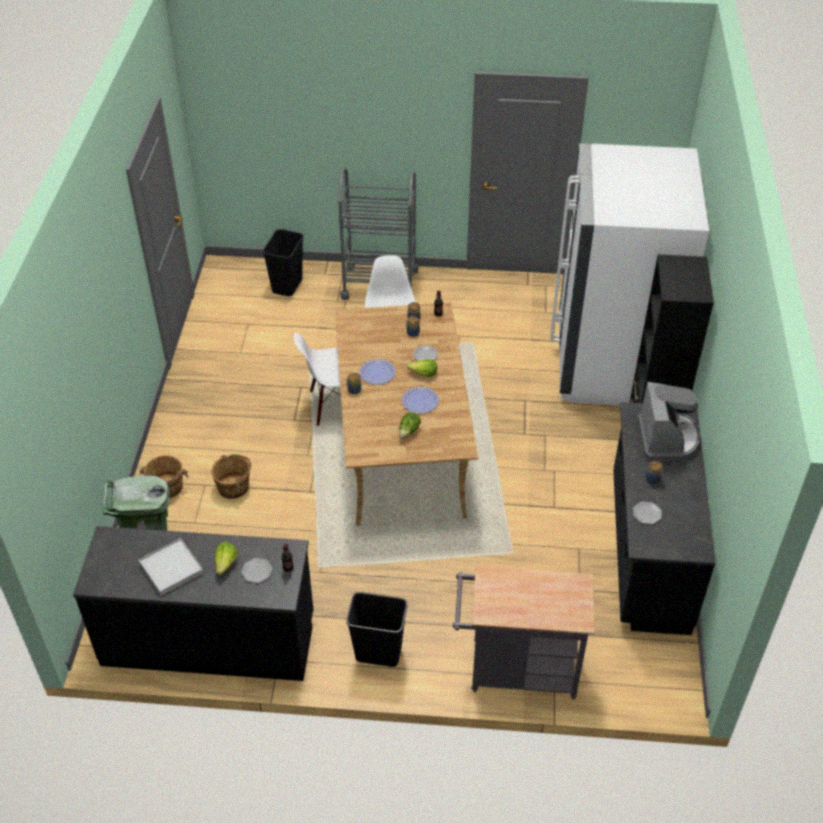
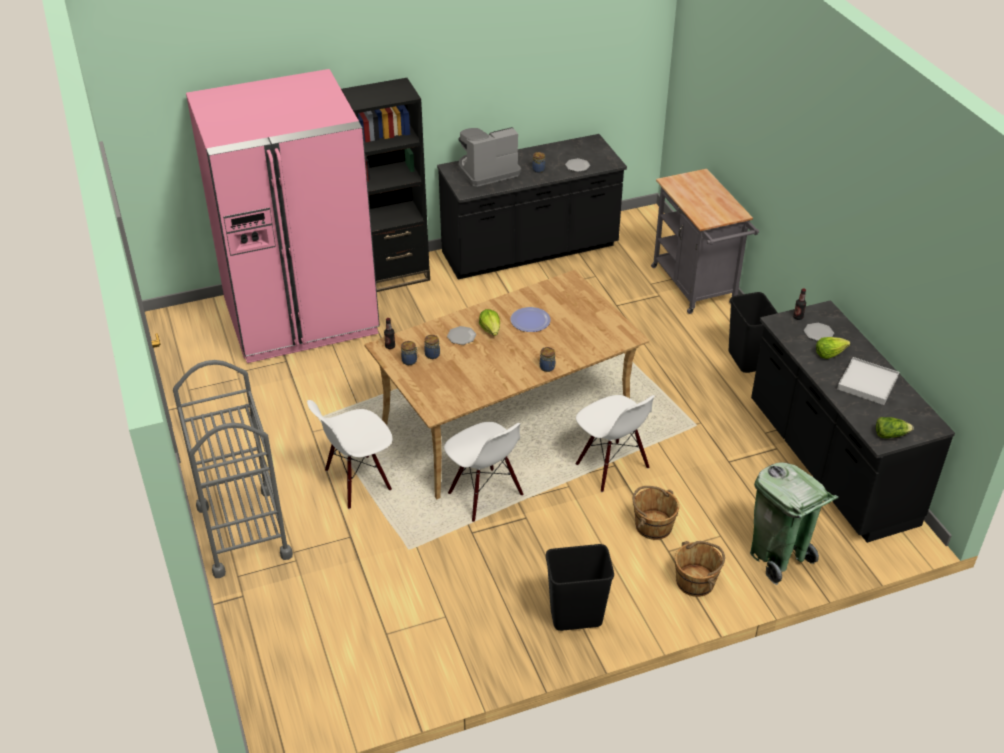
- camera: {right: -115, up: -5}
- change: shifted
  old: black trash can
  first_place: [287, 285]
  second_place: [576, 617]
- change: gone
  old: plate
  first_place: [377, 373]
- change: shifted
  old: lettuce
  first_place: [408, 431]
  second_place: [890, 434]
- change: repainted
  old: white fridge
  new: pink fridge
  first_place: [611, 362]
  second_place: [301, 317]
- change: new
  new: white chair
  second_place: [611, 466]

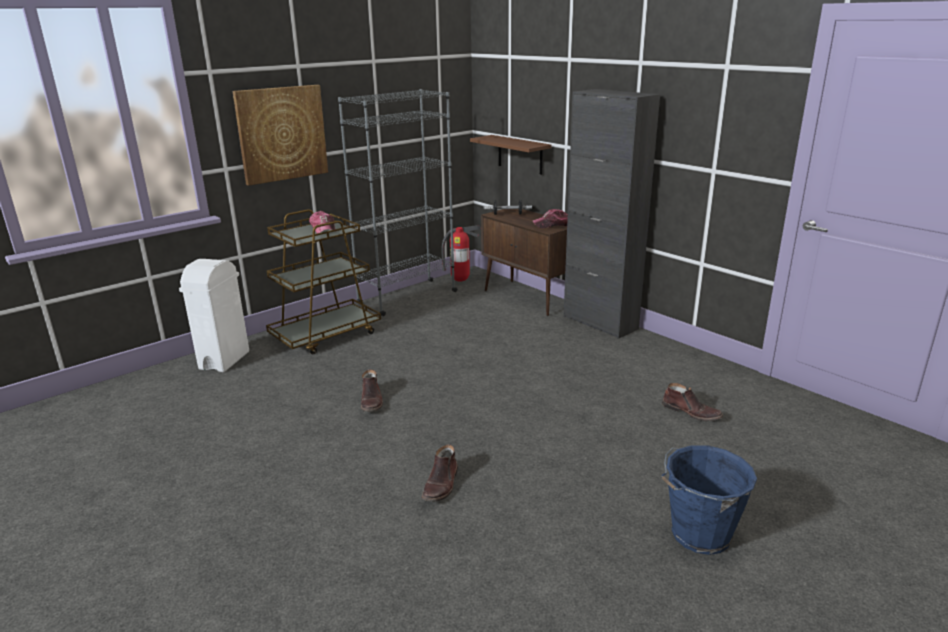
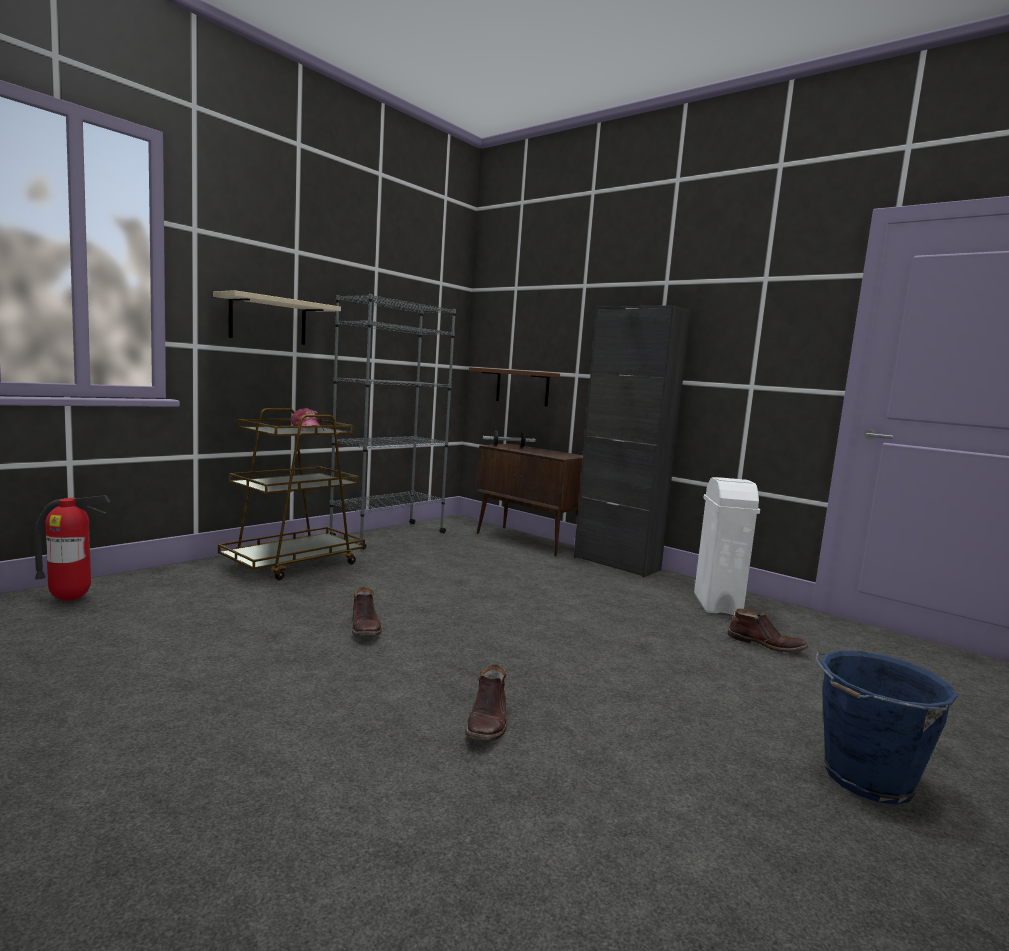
- camera: {right: -10, up: -15}
- change: shifted
  old: white trash can
  first_place: [225, 360]
  second_place: [717, 604]
- change: swapped
  old: picture
  new: beige shelf
  first_place: [282, 134]
  second_place: [268, 320]
- change: shifted
  old: fire extinguisher
  first_place: [460, 280]
  second_place: [71, 599]
- change: gone
  old: cap
  first_place: [553, 225]

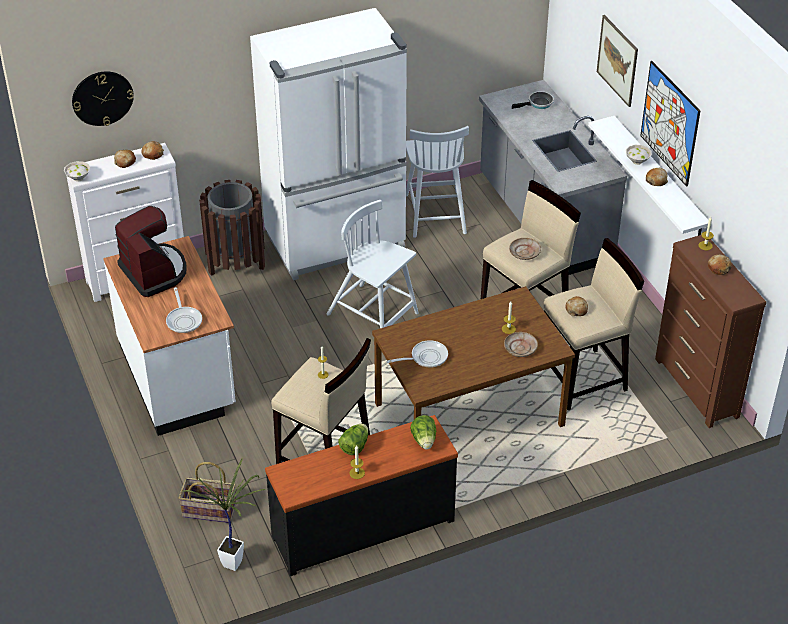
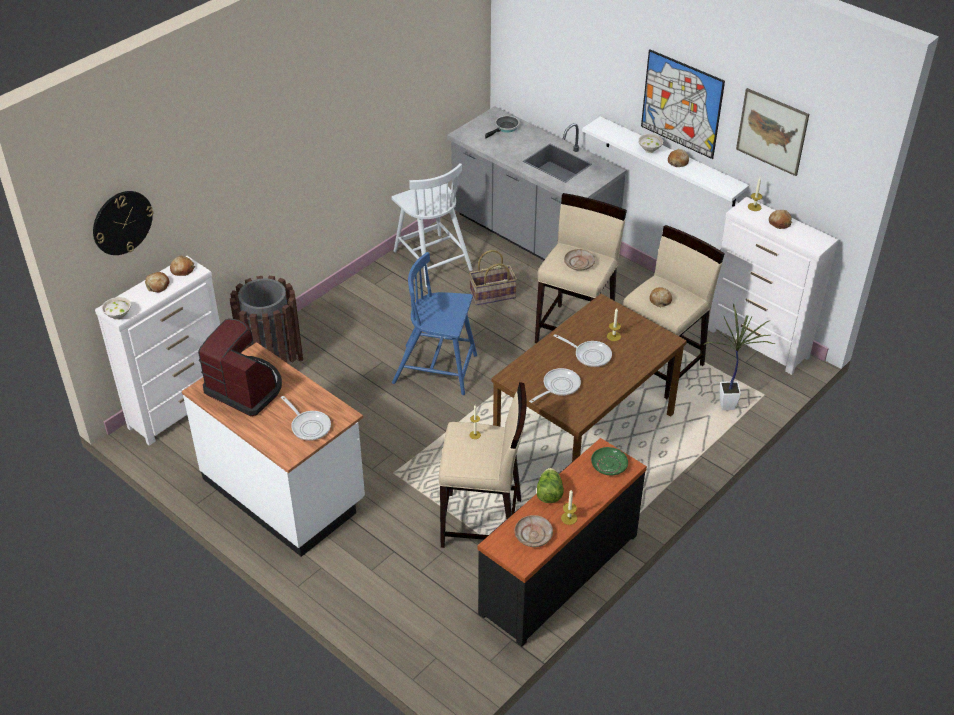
- camera: {right: -25, up: 0}
- change: shifted
  old: basket
  first_place: [209, 511]
  second_place: [492, 295]
- change: shifted
  old: potted plant
  first_place: [236, 562]
  second_place: [728, 403]
- change: gone
  old: white fridge
  first_place: [337, 243]
- change: repainted
  old: white chair
  new: blue chair
  first_place: [374, 315]
  second_place: [437, 369]
- change: swapped
  old: lettuce
  new: green plate
  first_place: [424, 440]
  second_place: [609, 465]
- change: shifted
  old: beige plate
  first_place: [520, 348]
  second_place: [533, 535]
- change: shifted
  old: picture
  first_place: [617, 60]
  second_place: [772, 131]
- change: repainted
  old: brown dresser
  new: white dresser
  first_place: [696, 388]
  second_place: [758, 344]
- change: new
  new: frying pan
  second_place: [590, 355]

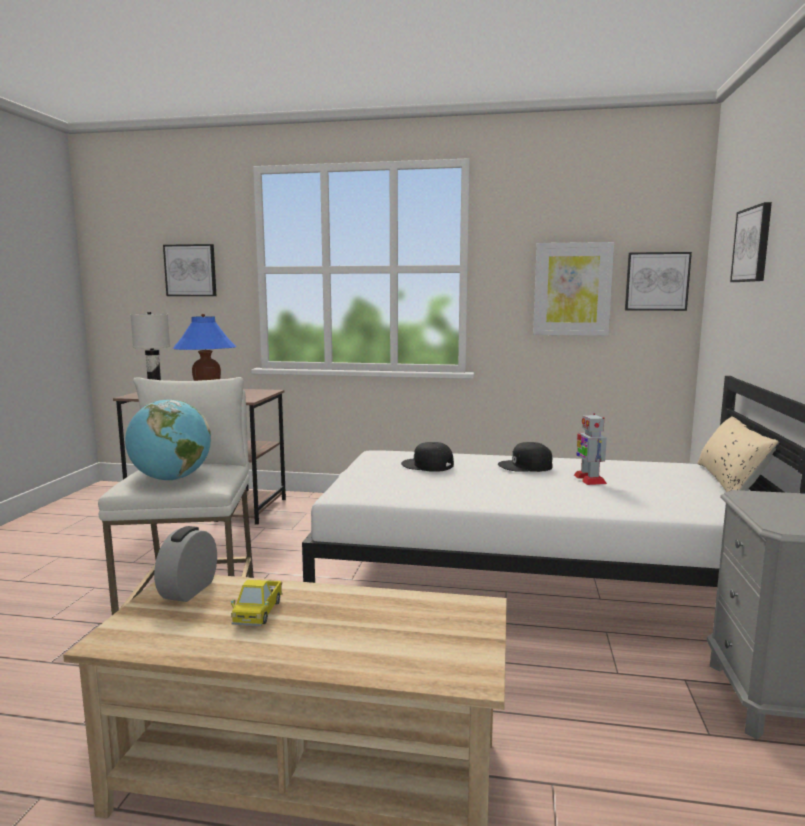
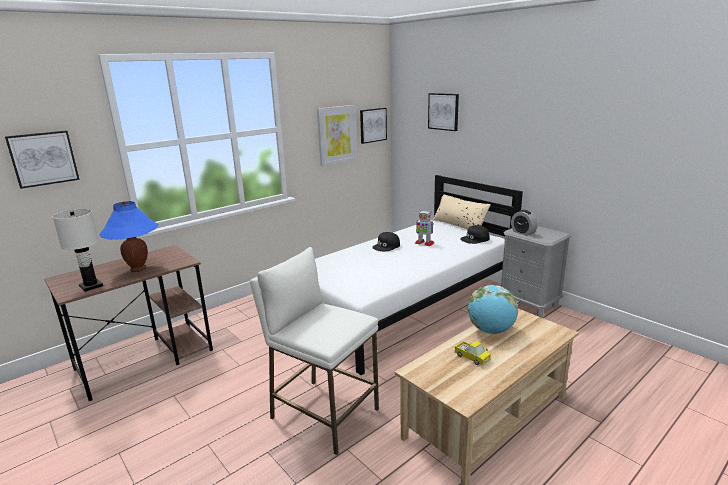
- camera: {right: -50, up: 10}
- change: shifted
  old: globe
  first_place: [171, 479]
  second_place: [491, 331]
- change: shifted
  old: alarm clock
  first_place: [189, 590]
  second_place: [523, 232]
- change: shifted
  old: black cap
  first_place: [427, 465]
  second_place: [475, 239]

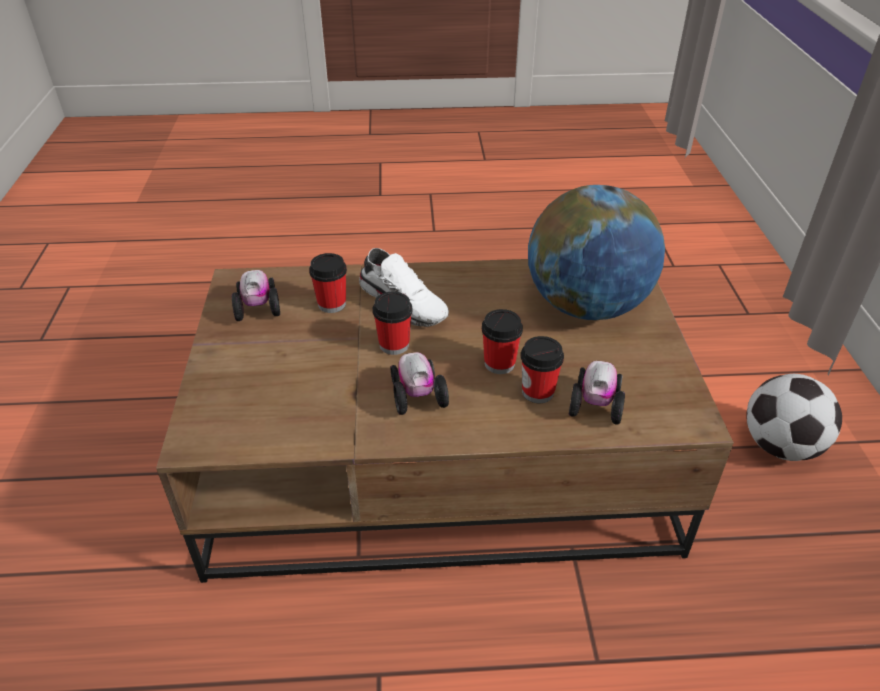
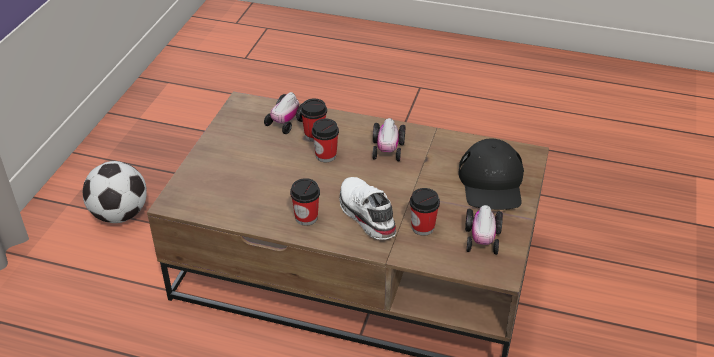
- camera: {right: -160, up: 0}
- change: shifted
  old: cup
  first_place: [394, 345]
  second_place: [306, 217]
- change: gone
  old: globe
  first_place: [586, 306]
- change: new
  new: black cap
  second_place: [491, 183]

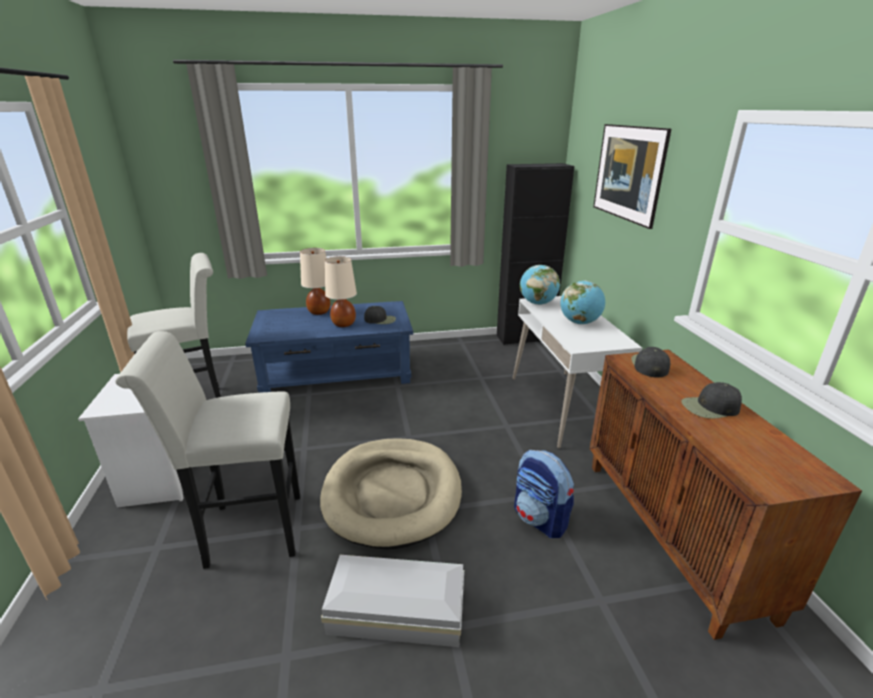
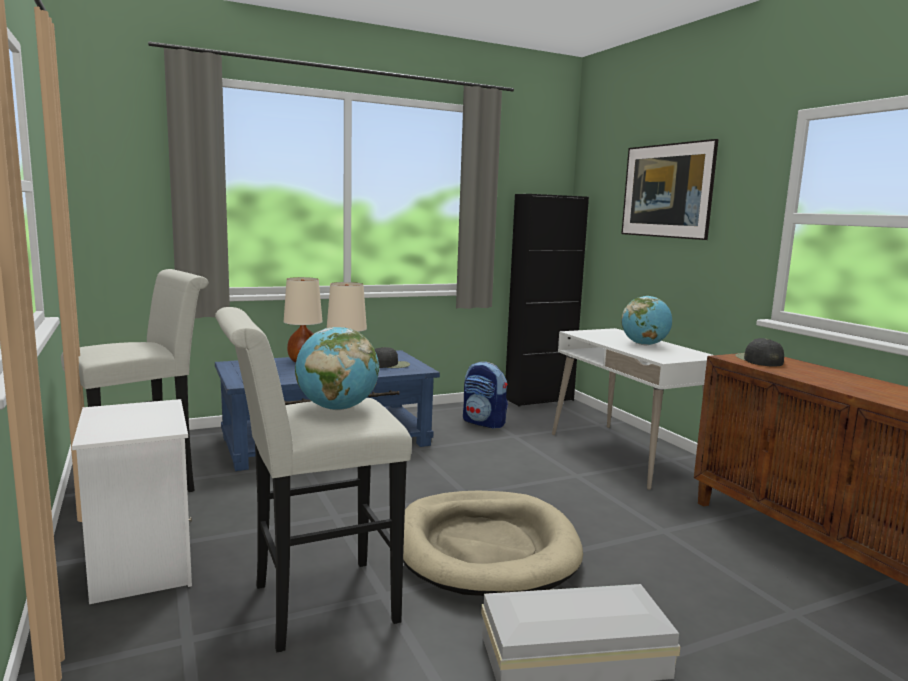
- camera: {right: -15, up: -15}
- change: shifted
  old: backpack
  first_place: [540, 519]
  second_place: [484, 423]
- change: shifted
  old: globe
  first_place: [537, 303]
  second_place: [337, 408]
- change: gone
  old: black cap
  first_place: [710, 407]

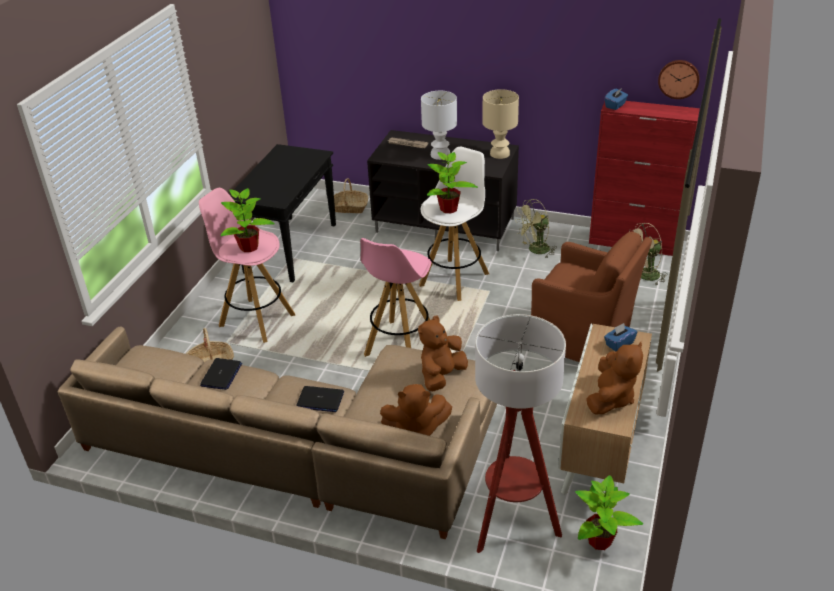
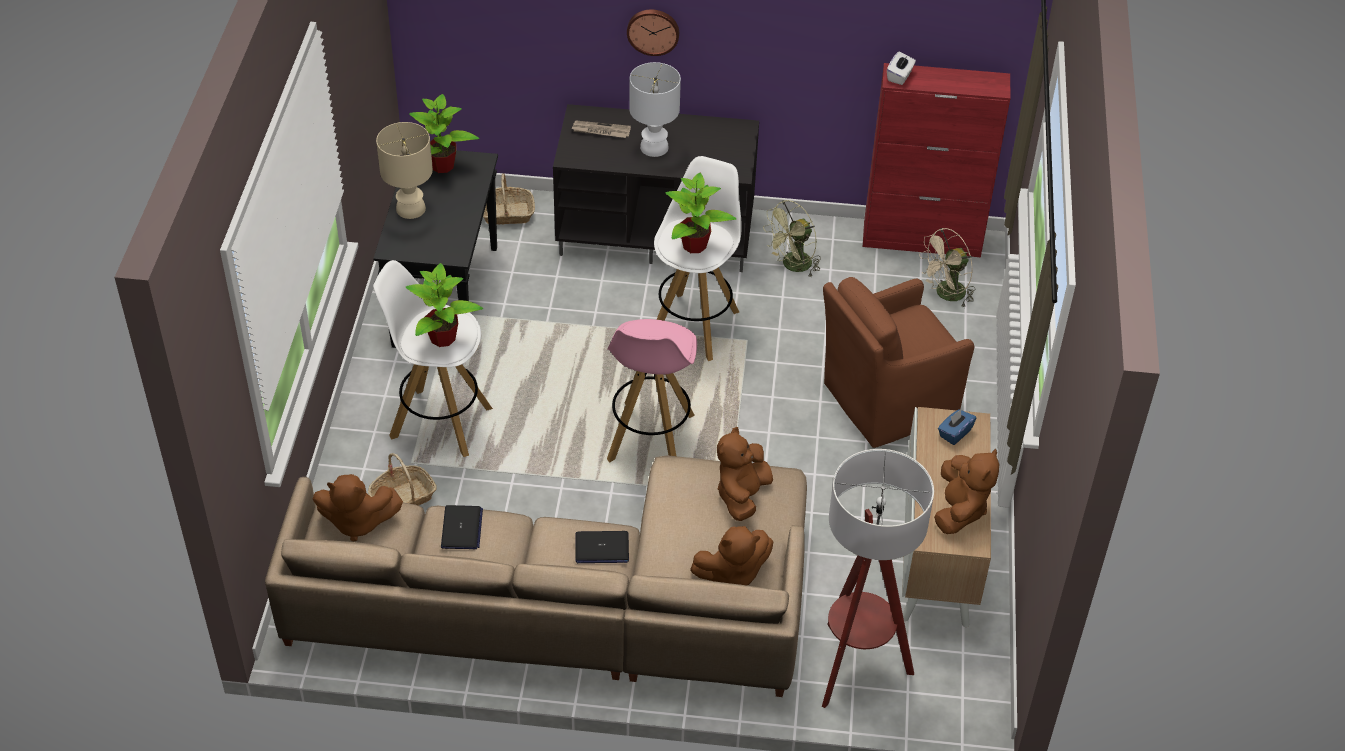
- camera: {right: -15, up: 10}
- change: repainted
  old: pink stool
  new: white stool
  first_place: [256, 320]
  second_place: [440, 422]
- change: shifted
  old: beige table lamp
  first_place: [499, 154]
  second_place: [410, 209]
- change: rotated
  old: brown armchair
  first_place: [583, 338]
  second_place: [886, 401]
  degrees: 135
- change: shifted
  old: potted plant
  first_place: [600, 541]
  second_place: [442, 166]
- change: repainted
  old: blue tissue box
  new: white tissue box
  first_place: [615, 105]
  second_place: [900, 76]
- change: shifted
  old: wall clock
  first_place: [678, 78]
  second_place: [653, 30]
- change: new
  new: brown plush toy
  second_place: [357, 522]

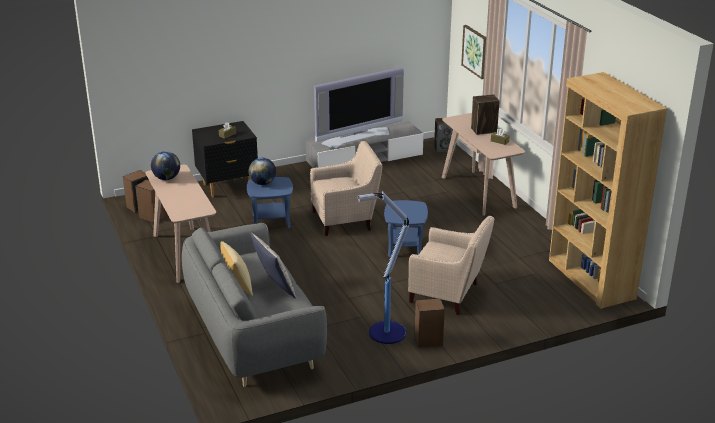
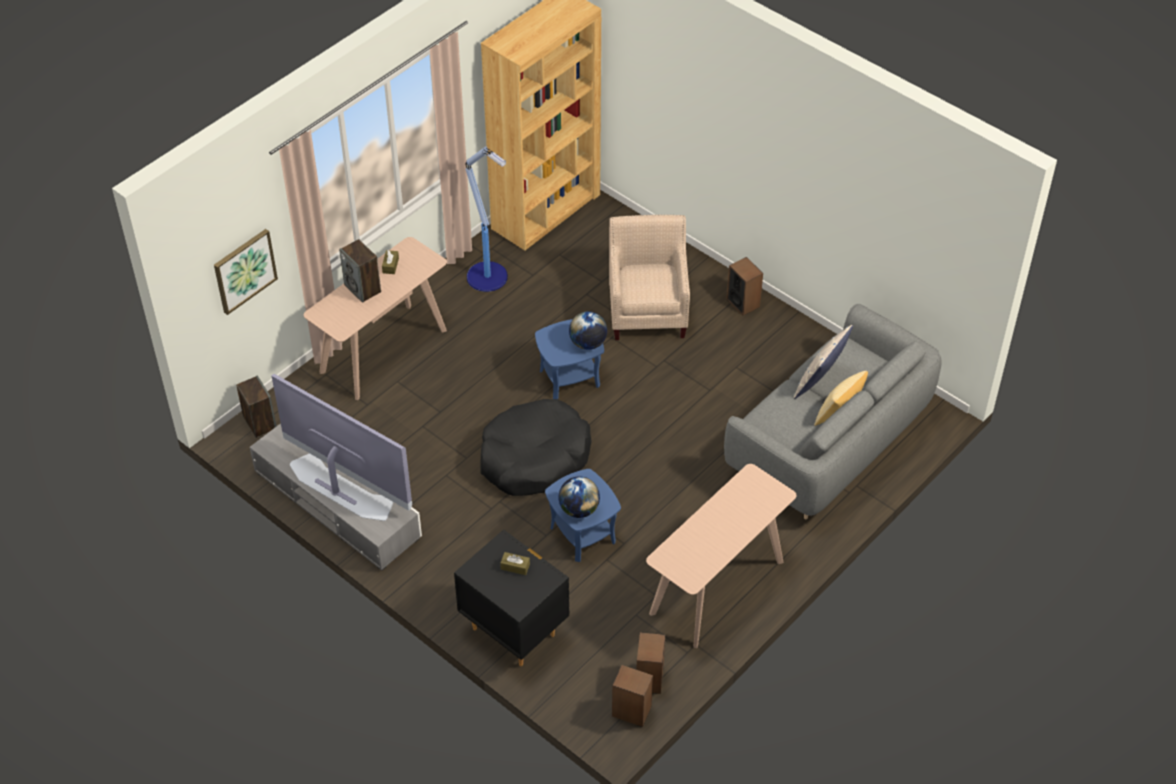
- camera: {right: -115, up: 20}
- change: shifted
  old: globe
  first_place: [166, 178]
  second_place: [588, 343]
- change: swapped
  old: beige armchair
  new: black dog bed
  first_place: [346, 220]
  second_place: [534, 458]
- change: shifted
  old: floor lamp
  first_place: [385, 333]
  second_place: [488, 277]

